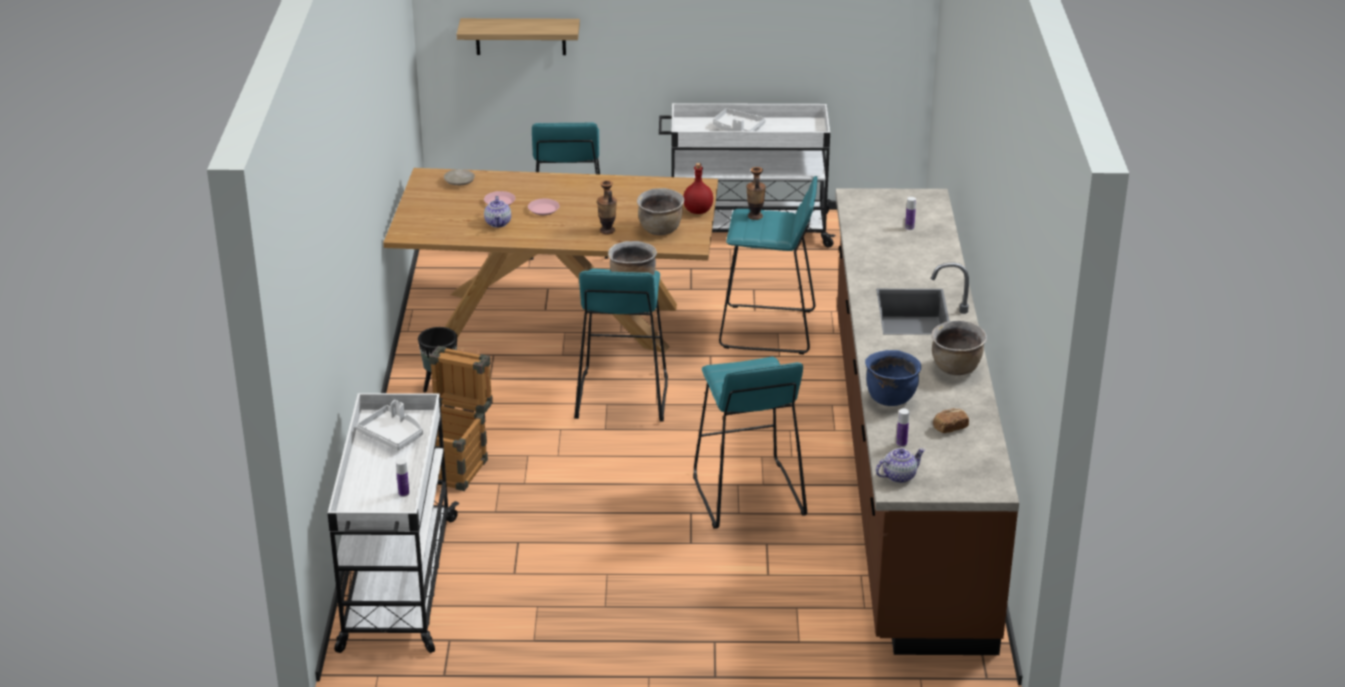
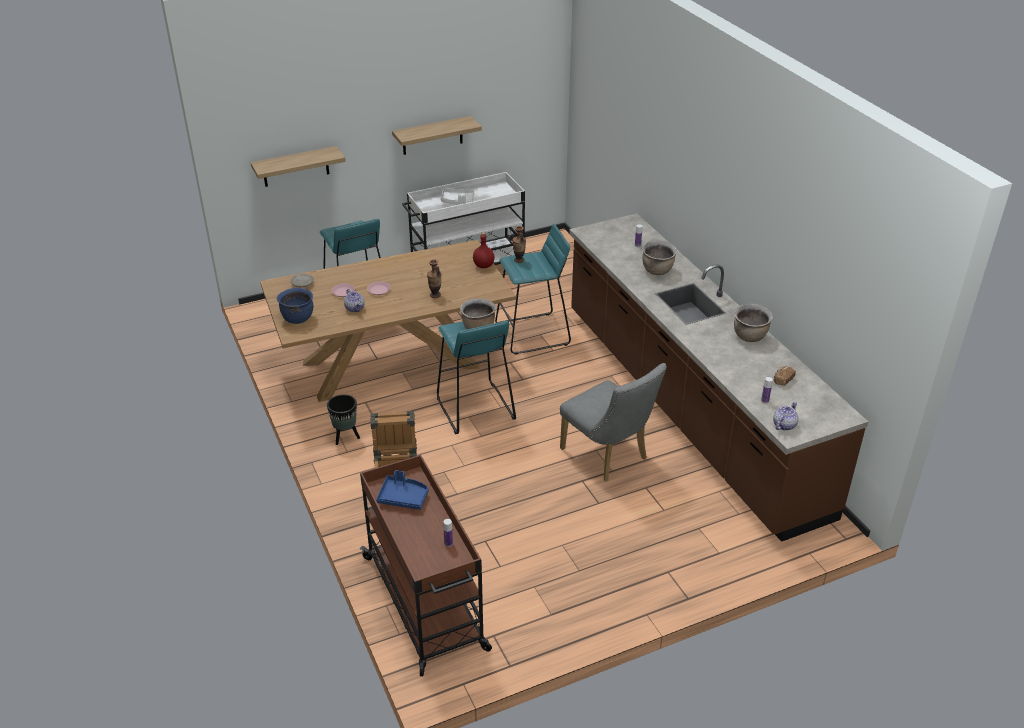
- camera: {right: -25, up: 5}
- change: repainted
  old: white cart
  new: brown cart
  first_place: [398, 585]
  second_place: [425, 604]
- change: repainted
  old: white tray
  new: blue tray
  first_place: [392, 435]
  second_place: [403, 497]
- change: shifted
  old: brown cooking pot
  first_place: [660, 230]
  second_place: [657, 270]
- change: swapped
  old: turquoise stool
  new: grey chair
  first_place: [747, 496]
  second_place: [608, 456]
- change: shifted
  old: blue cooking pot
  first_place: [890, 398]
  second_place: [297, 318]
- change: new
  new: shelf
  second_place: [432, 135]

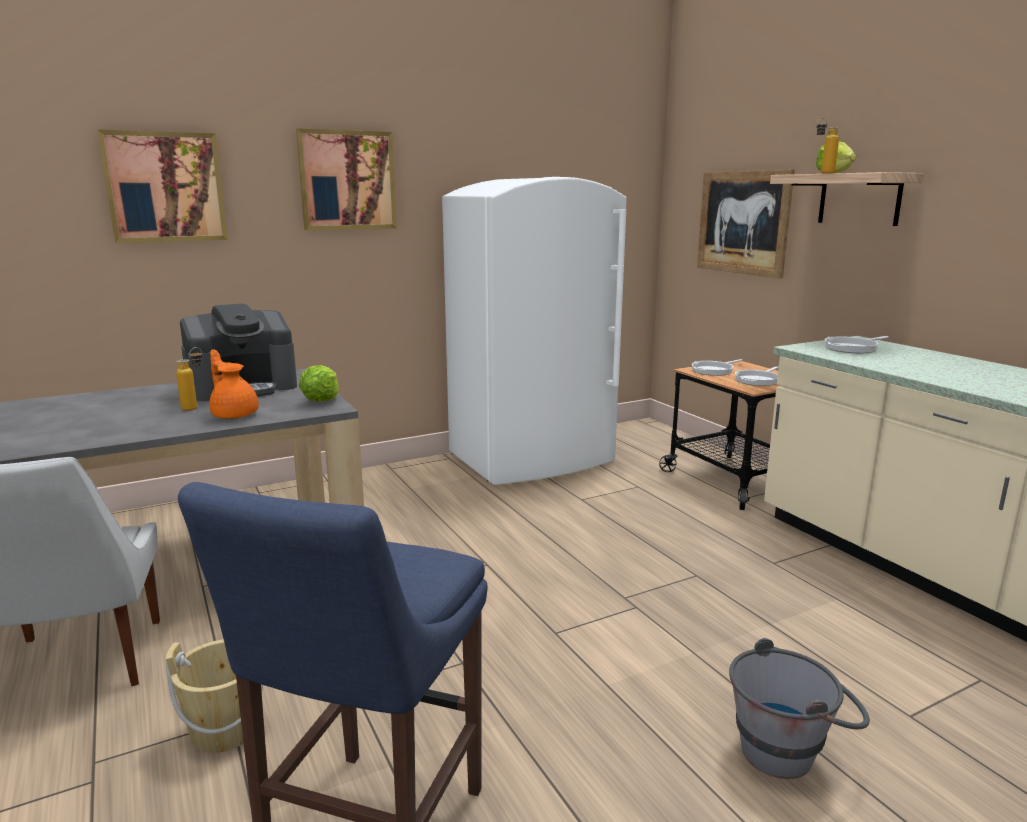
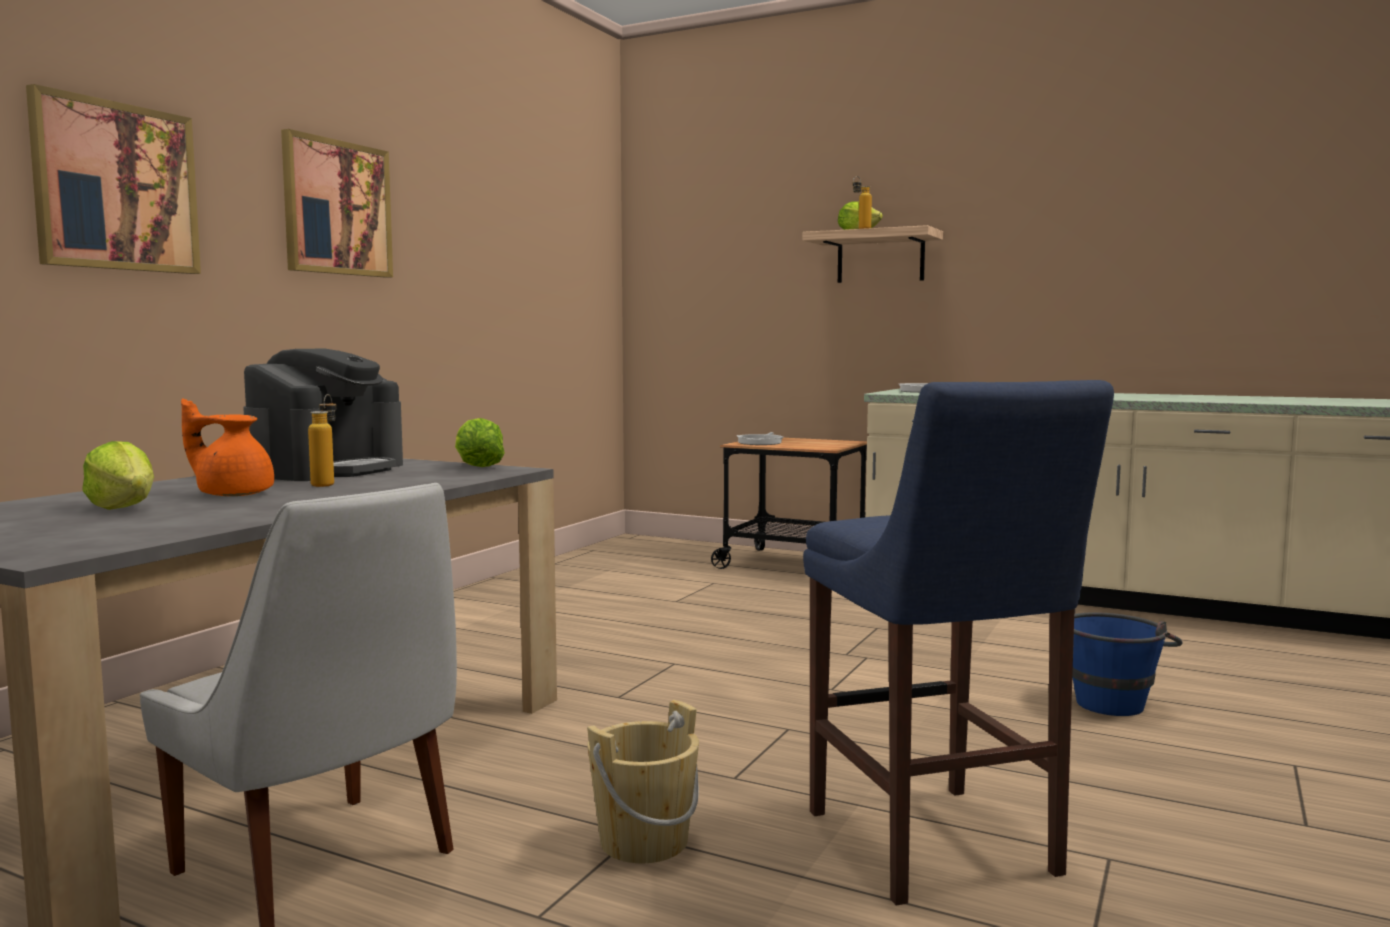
- camera: {right: -35, up: -10}
- change: shifted
  old: orange teapot
  first_place: [234, 414]
  second_place: [233, 494]
- change: gone
  old: white fridge
  first_place: [532, 459]
- change: gone
  old: picture
  first_place: [743, 222]
- change: repainted
  old: grey bucket
  new: blue bucket
  first_place: [789, 750]
  second_place: [1114, 700]
- change: gone
  old: frying pan
  first_place: [758, 380]
- change: new
  new: lettuce
  second_place: [123, 507]

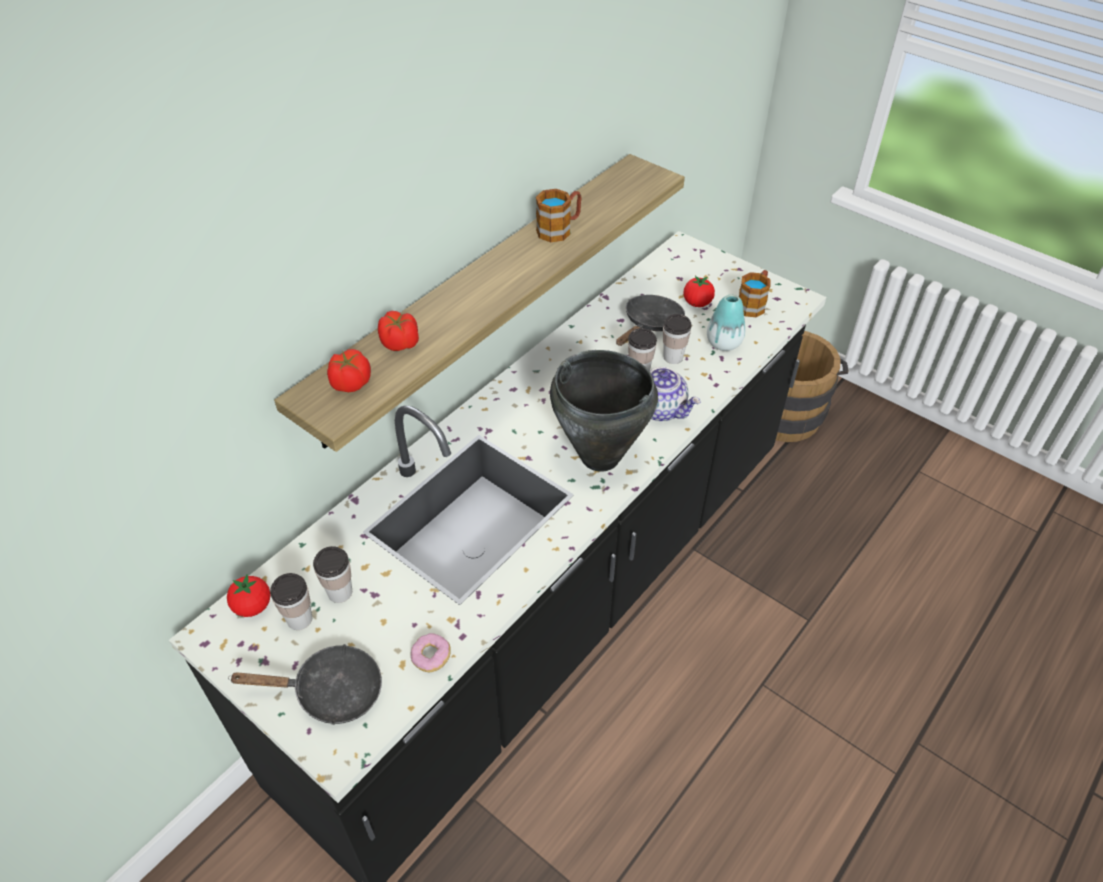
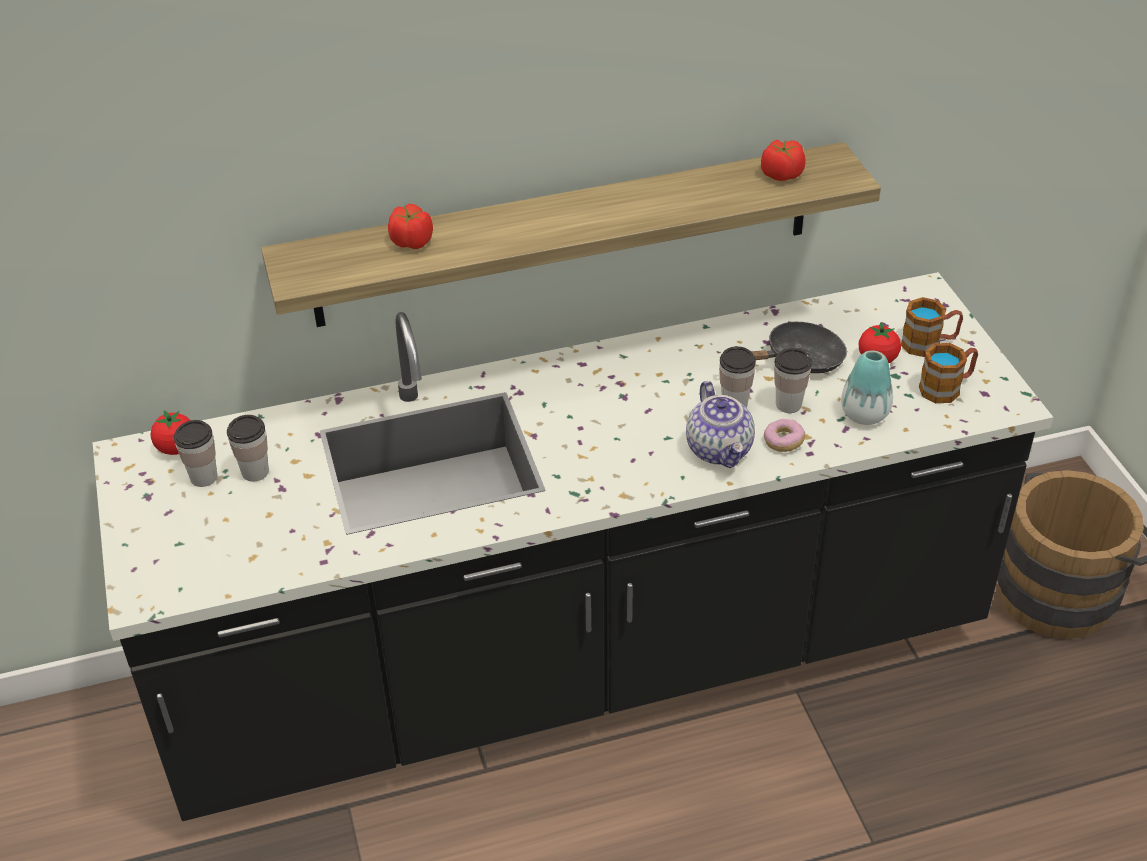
- camera: {right: 35, up: -5}
- change: gone
  old: black frying pan
  first_place: [330, 692]
- change: shifted
  old: tomato
  first_place: [351, 383]
  second_place: [781, 174]
- change: shifted
  old: donut
  first_place: [431, 657]
  second_place: [783, 442]
- change: shifted
  old: mug
  first_place: [559, 229]
  second_place: [929, 344]
- change: gone
  old: black cooking pot
  first_place: [600, 457]

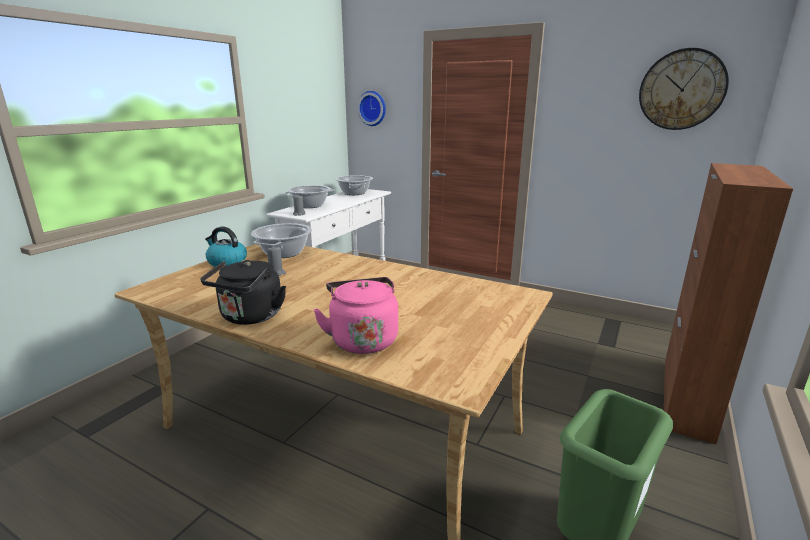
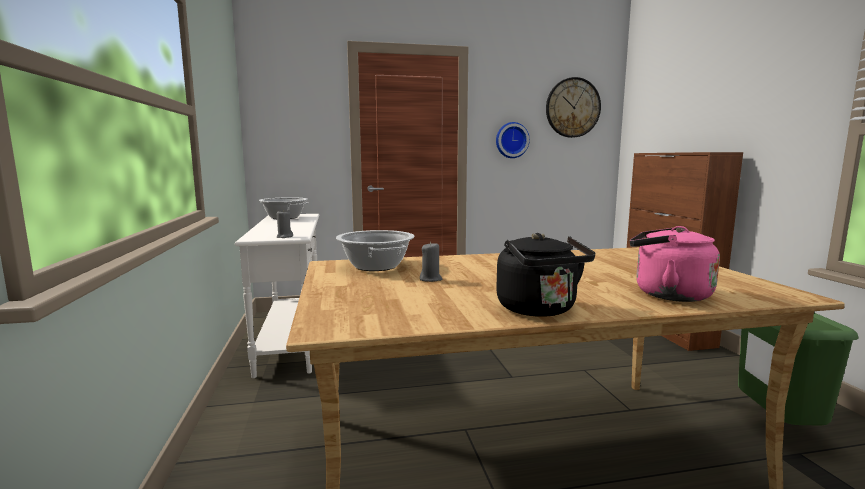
- camera: {right: -40, up: -10}
- change: gone
  old: kettle
  first_place: [226, 262]
- change: gone
  old: cooking pot
  first_place: [310, 205]
- change: shifted
  old: wall clock
  first_place: [373, 108]
  second_place: [511, 140]

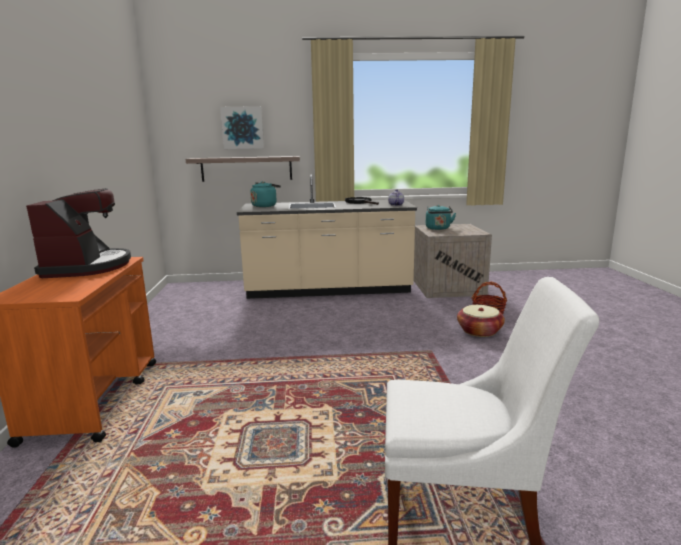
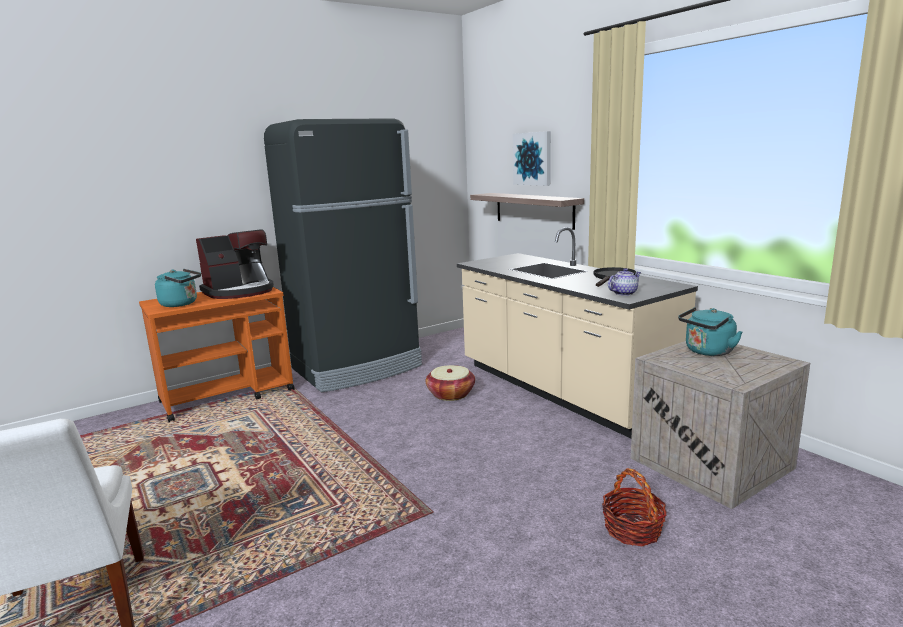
- camera: {right: 60, up: 0}
- change: shifted
  old: turquoise kettle
  first_place: [265, 206]
  second_place: [181, 304]
- change: shifted
  old: basket
  first_place: [479, 331]
  second_place: [451, 394]
- change: new
  new: black fridge
  second_place: [358, 368]

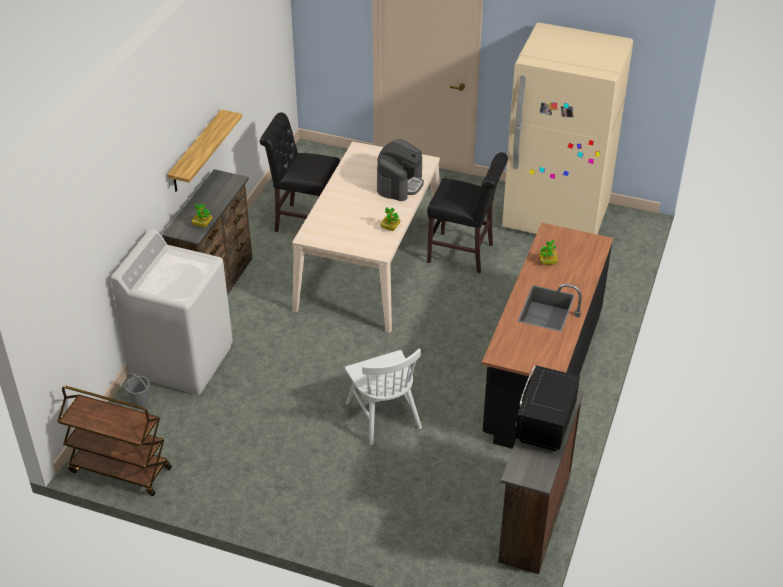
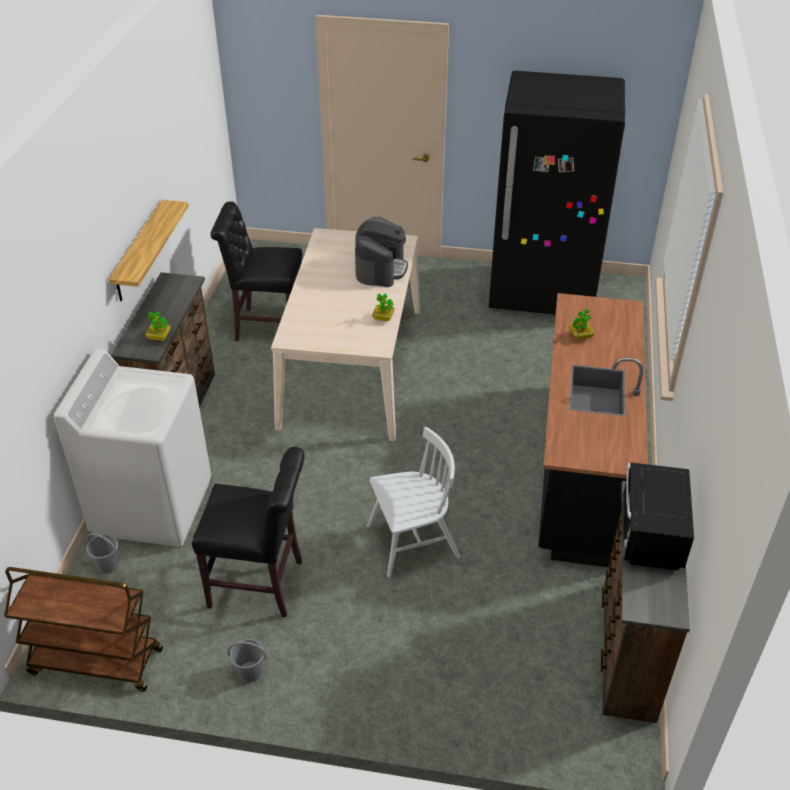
- camera: {right: -10, up: 0}
- change: rotated
  old: white chair
  first_place: [383, 415]
  second_place: [412, 542]
  degrees: -75
- change: shifted
  old: black chair
  first_place: [464, 254]
  second_place: [261, 585]
- change: repainted
  old: beige fridge
  new: black fridge
  first_place: [556, 218]
  second_place: [542, 293]
- change: new
  new: grey bucket
  second_place: [249, 671]

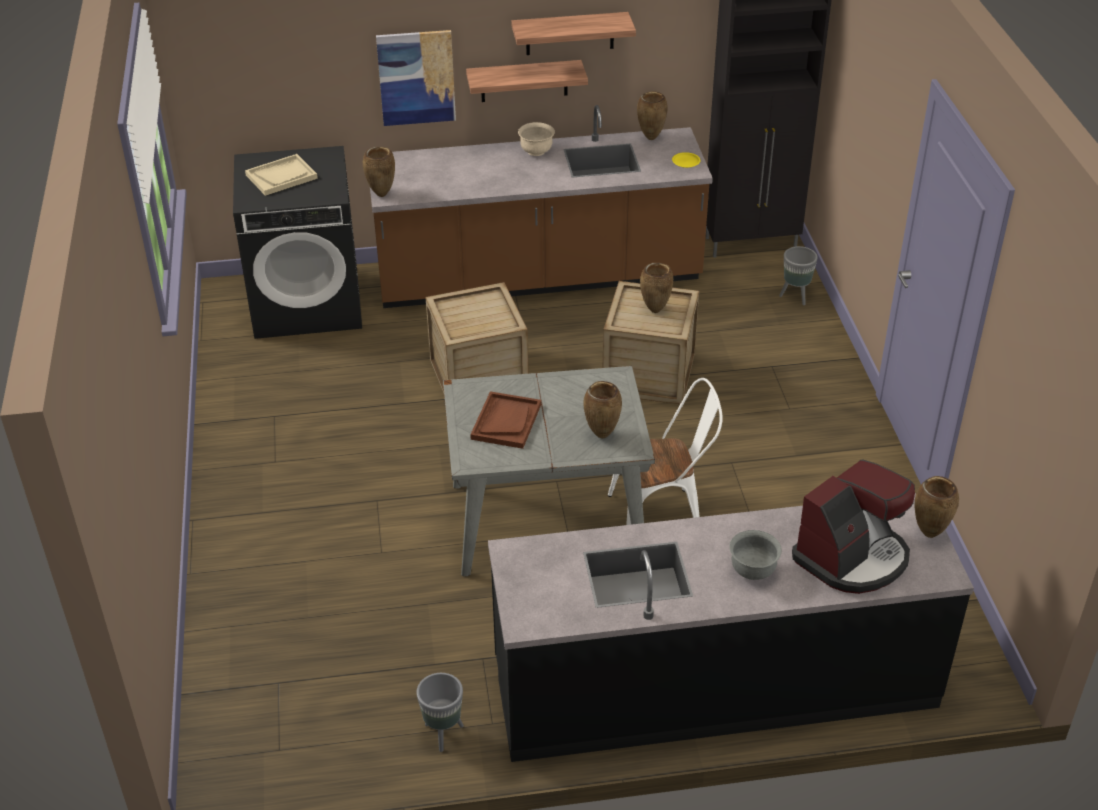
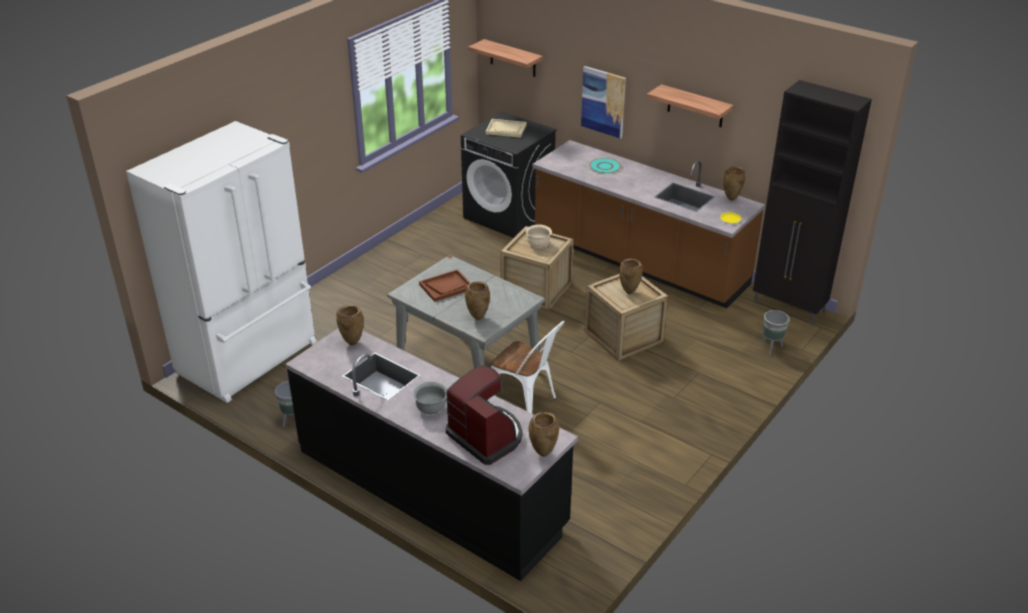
- camera: {right: 45, up: -5}
- change: shifted
  old: brown vase
  first_place: [381, 194]
  second_place: [353, 343]
- change: shifted
  old: shelf
  first_place: [524, 81]
  second_place: [512, 58]
- change: shifted
  old: beige bowl
  first_place: [536, 151]
  second_place: [538, 244]
- change: rotated
  old: coffee machine
  first_place: [852, 557]
  second_place: [486, 436]
  degrees: -135
- change: new
  new: white fridge
  second_place: [250, 358]
- change: new
  new: turquoise plate
  second_place: [604, 166]

